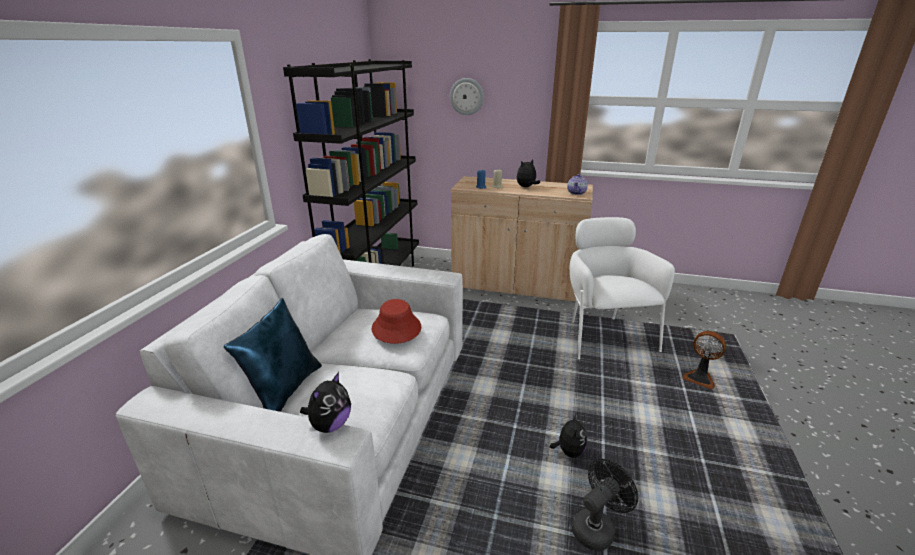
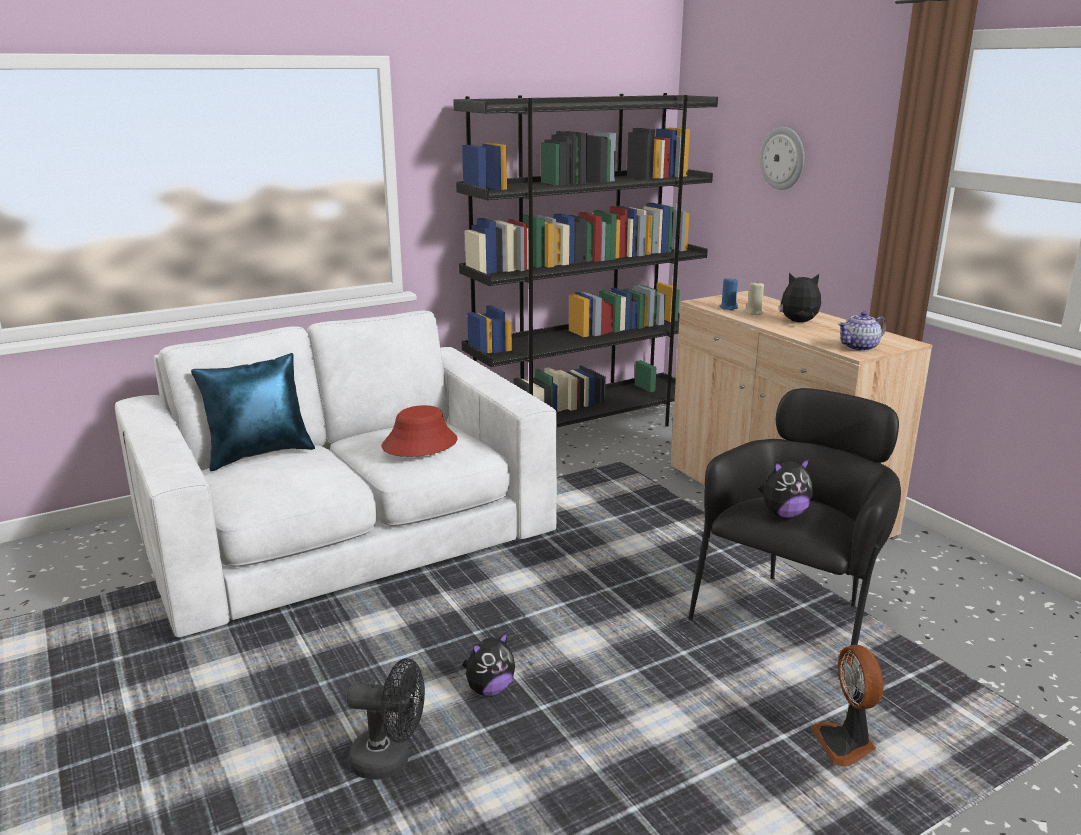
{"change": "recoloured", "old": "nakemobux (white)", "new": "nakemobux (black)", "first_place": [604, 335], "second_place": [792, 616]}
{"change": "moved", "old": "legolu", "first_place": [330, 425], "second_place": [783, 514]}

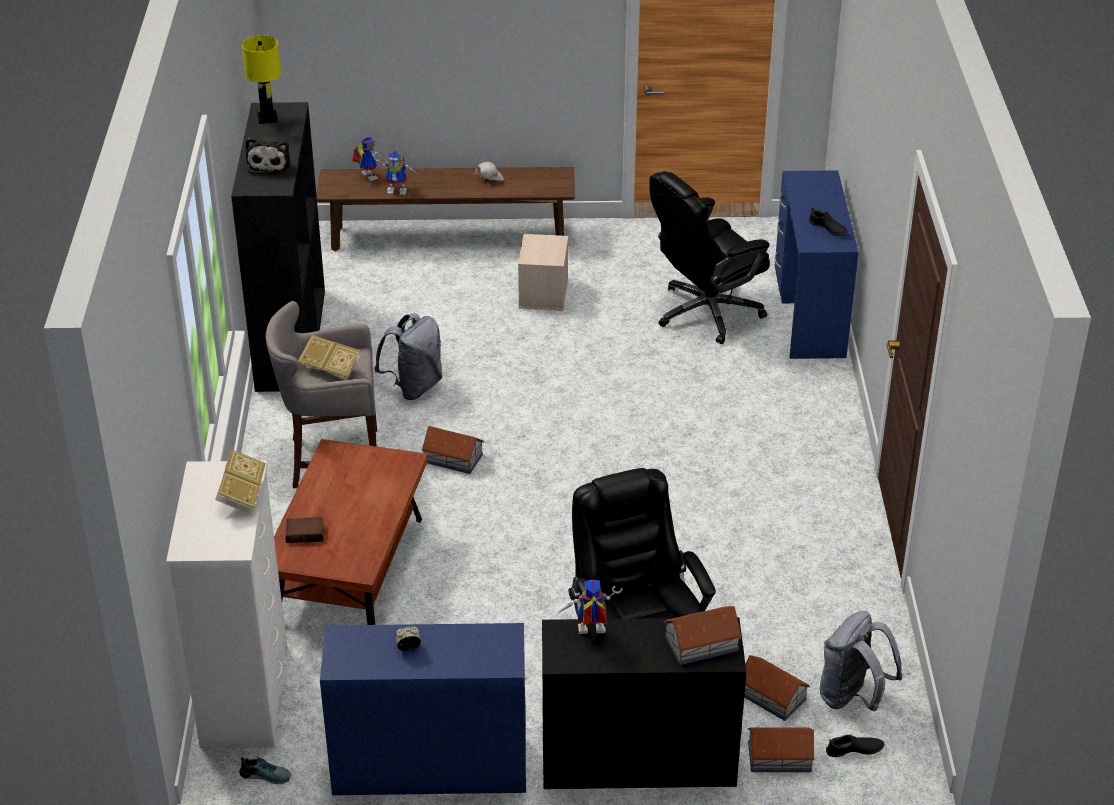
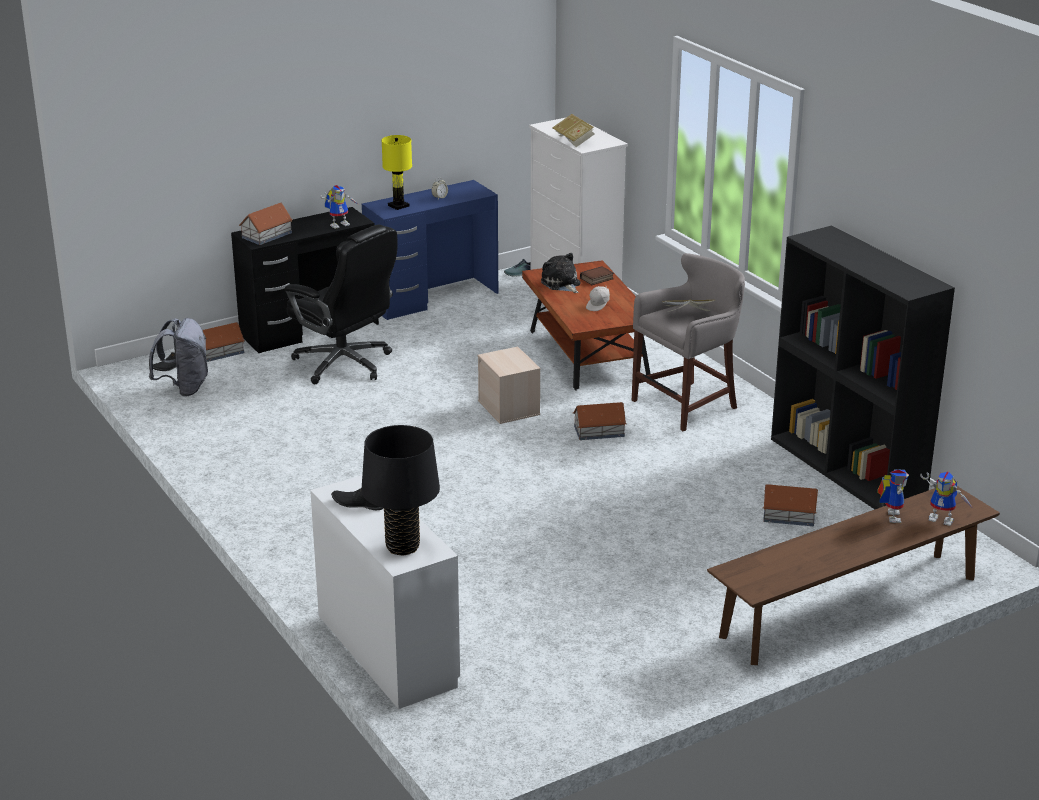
{"change": "moved", "old": "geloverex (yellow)", "first_place": [267, 118], "second_place": [398, 205]}
{"change": "moved", "old": "legolu", "first_place": [270, 164], "second_place": [561, 284]}
{"change": "turned", "old": "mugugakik", "first_place": [399, 190], "second_place": [889, 516], "degrees": 120}
{"change": "moved", "old": "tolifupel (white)", "first_place": [488, 179], "second_place": [599, 306]}
{"change": "removed", "old": "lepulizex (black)", "first_place": [706, 312]}
{"change": "recoloured", "old": "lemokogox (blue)", "new": "lemokogox (white)", "first_place": [809, 315], "second_place": [386, 650]}
{"change": "moved", "old": "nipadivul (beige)", "first_place": [542, 293], "second_place": [510, 408]}
{"change": "removed", "old": "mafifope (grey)", "first_place": [414, 387]}
{"change": "moved", "old": "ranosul", "first_place": [771, 695], "second_place": [789, 515]}
{"change": "added", "new": "geloverex (black)", "second_place": [402, 547]}

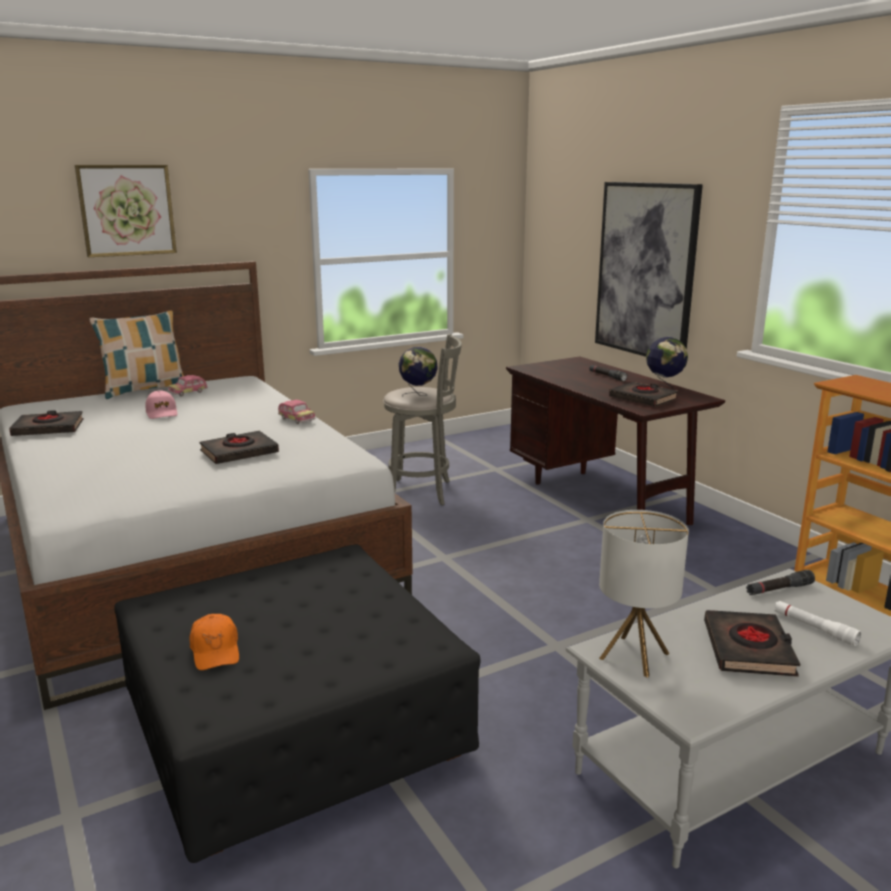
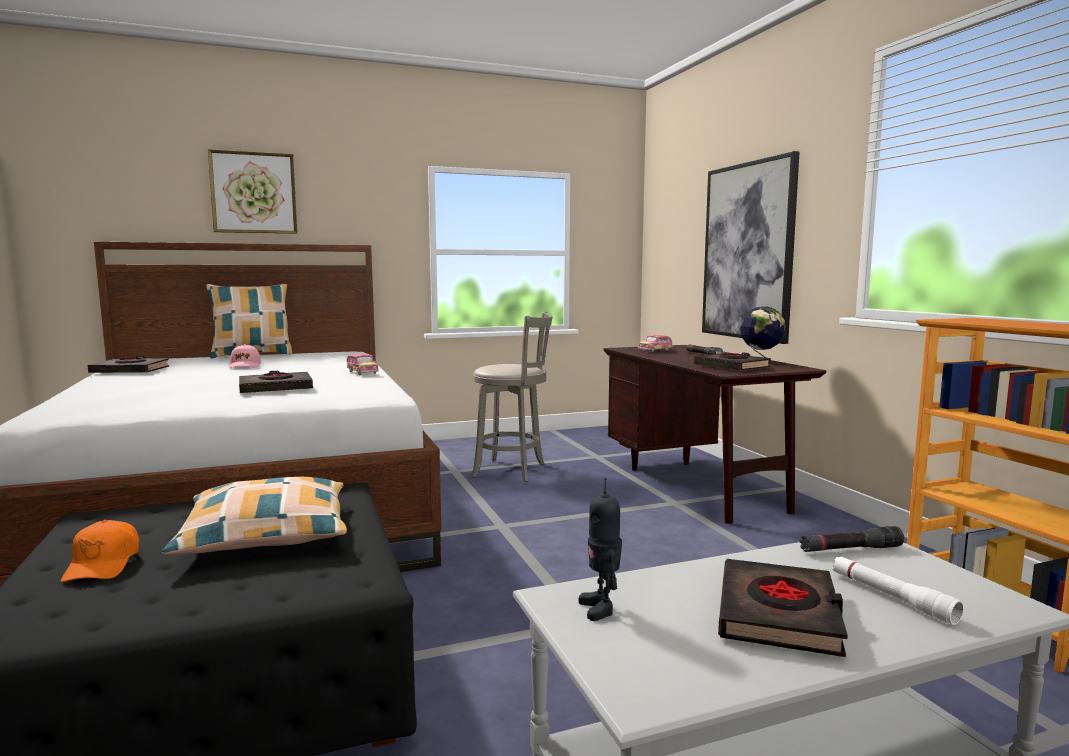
{"change": "removed", "old": "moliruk", "first_place": [418, 395]}
{"change": "moved", "old": "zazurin", "first_place": [188, 393], "second_place": [655, 350]}
{"change": "replaced", "old": "geloverex", "new": "mugugakik", "first_place": [634, 656], "second_place": [601, 608]}
{"change": "added", "new": "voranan", "second_place": [266, 534]}

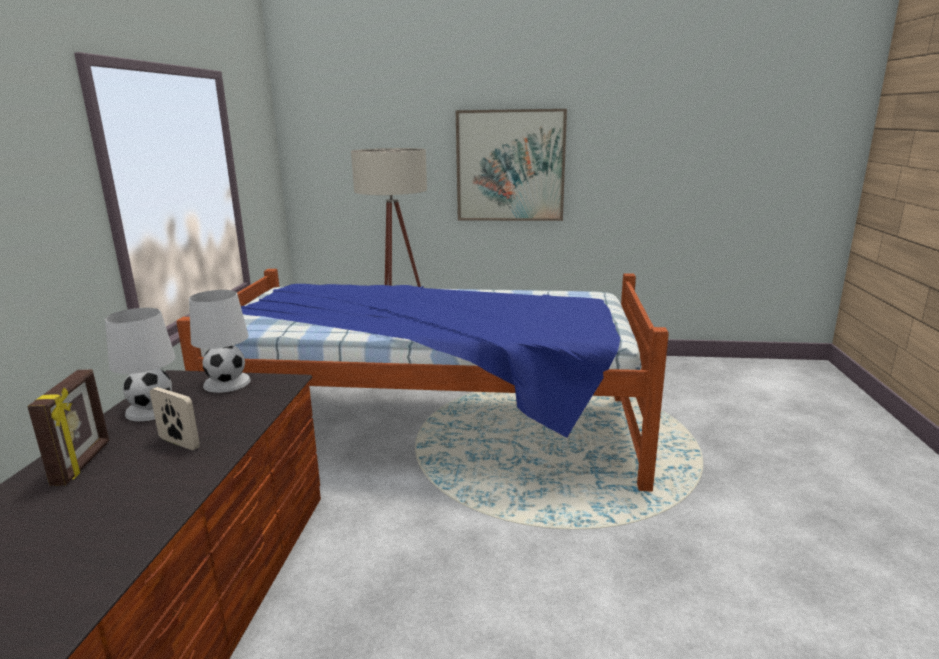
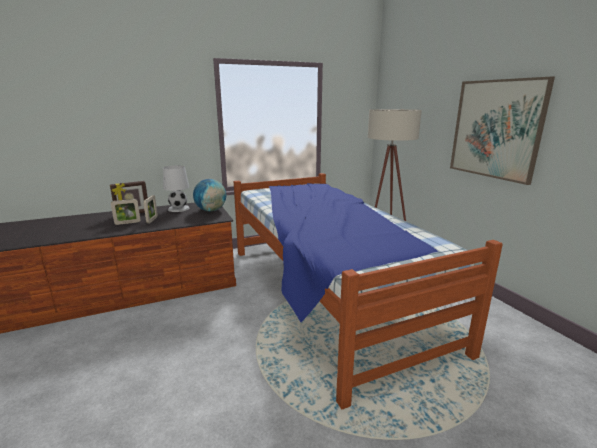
{"change": "replaced", "old": "geloverex (white)", "new": "moliruk", "first_place": [227, 383], "second_place": [211, 210]}
{"change": "added", "new": "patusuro", "second_place": [127, 223]}

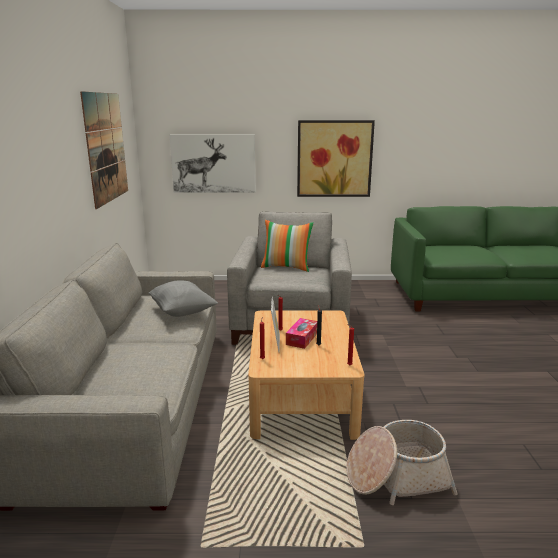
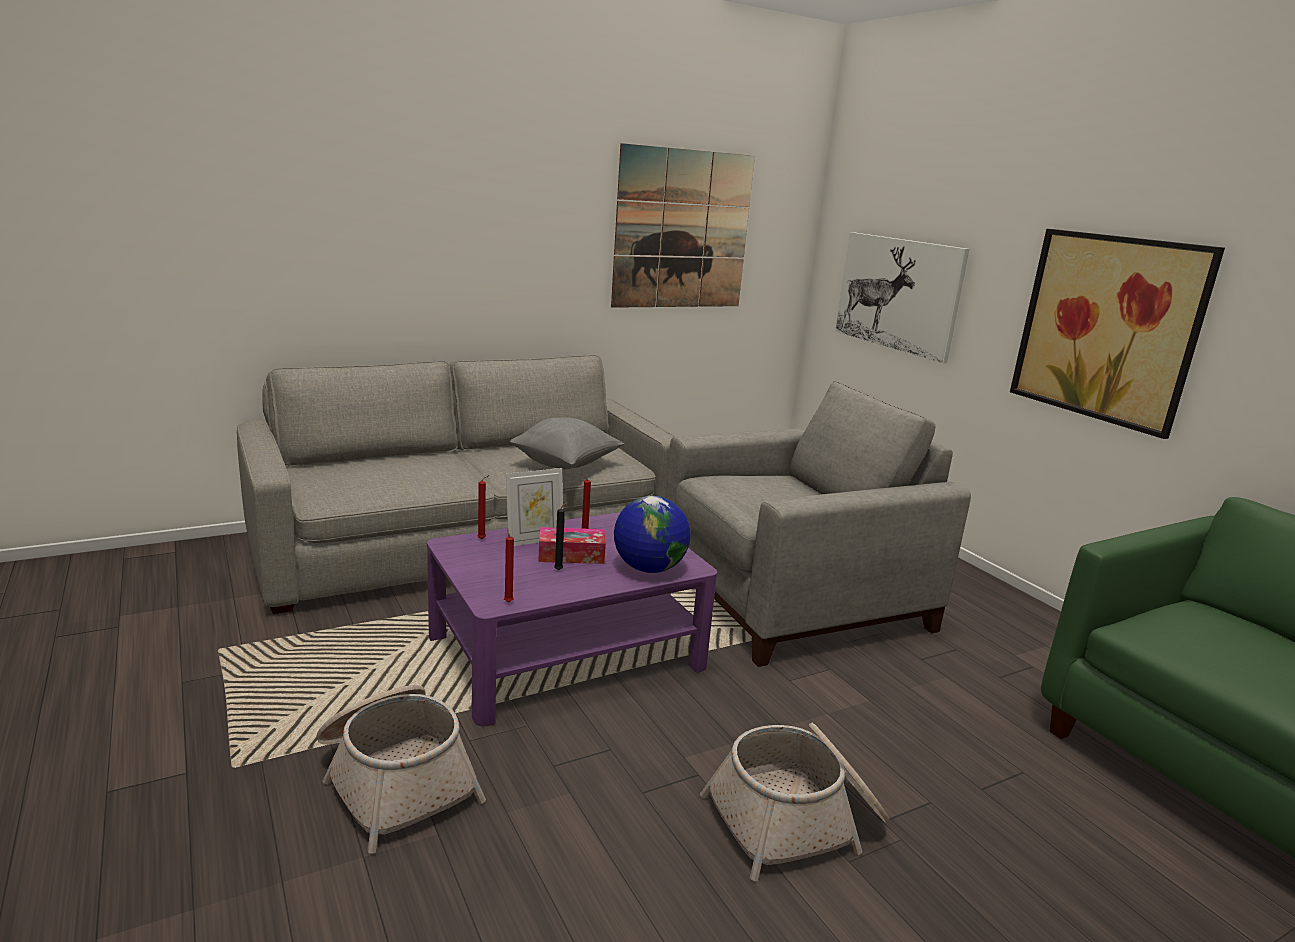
{"change": "removed", "old": "voranan", "first_place": [286, 267]}
{"change": "recoloured", "old": "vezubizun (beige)", "new": "vezubizun (purple)", "first_place": [301, 395], "second_place": [566, 651]}
{"change": "added", "new": "moliruk", "second_place": [649, 568]}
{"change": "added", "new": "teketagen", "second_place": [797, 820]}

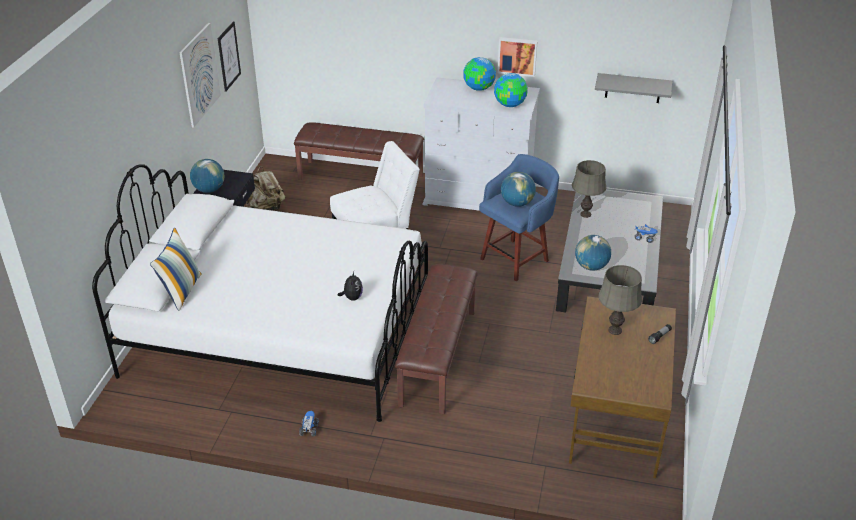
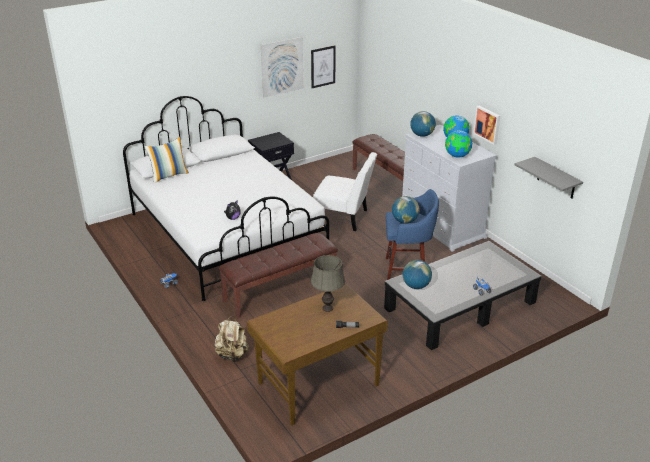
{"change": "moved", "old": "moliruk", "first_place": [209, 190], "second_place": [422, 135]}
{"change": "removed", "old": "geloverex (grey)", "first_place": [585, 214]}
{"change": "moved", "old": "mafifope (beige)", "first_place": [266, 208], "second_place": [232, 355]}

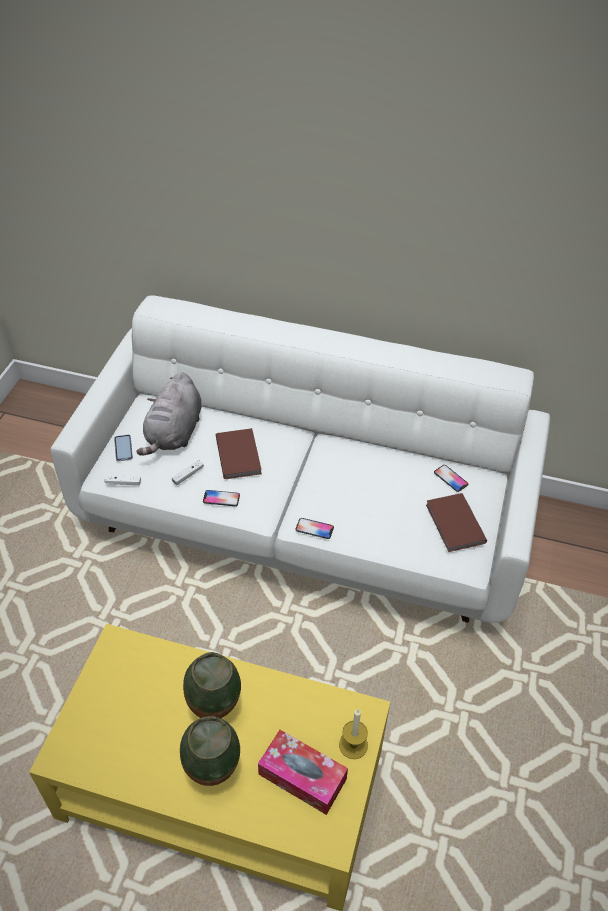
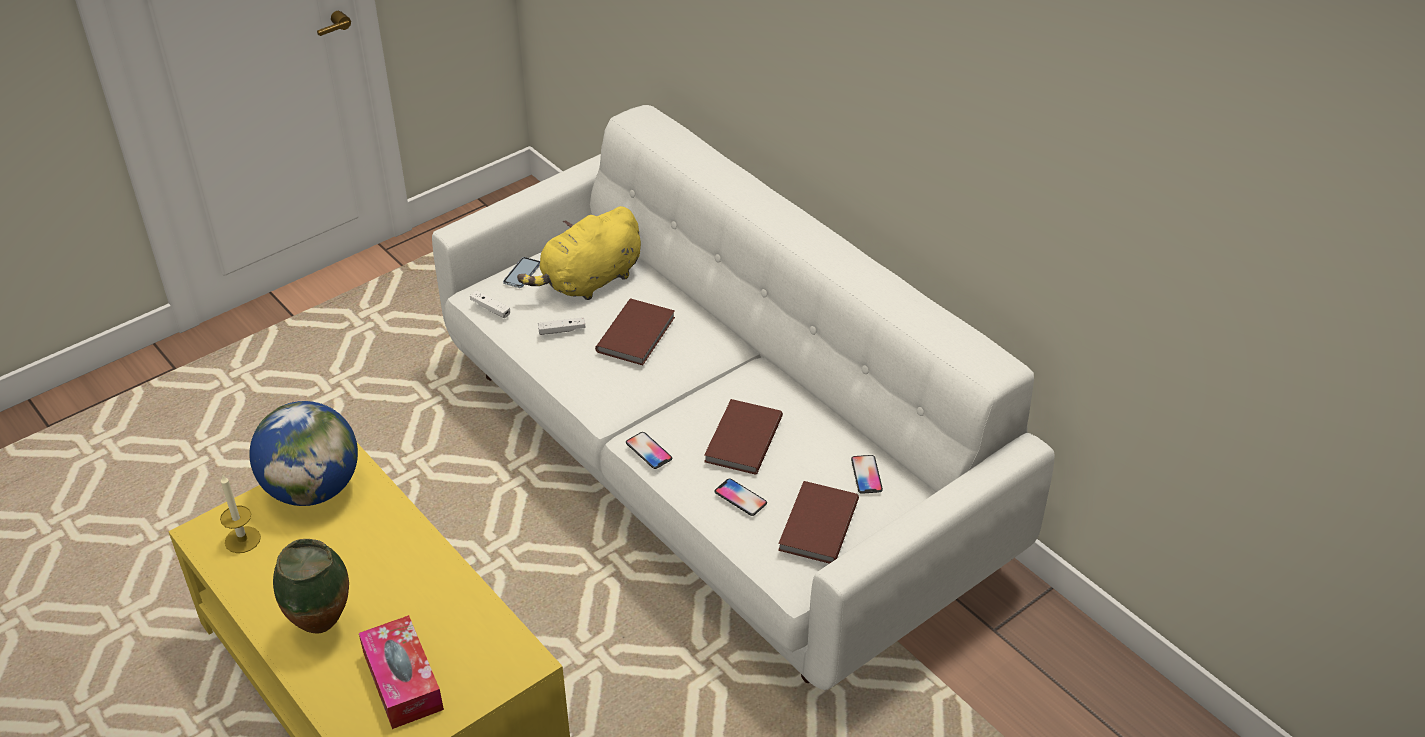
{"change": "recoloured", "old": "legolu (grey)", "new": "legolu (yellow)", "first_place": [174, 434], "second_place": [589, 281]}
{"change": "moved", "old": "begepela", "first_place": [221, 498], "second_place": [740, 498]}
{"change": "removed", "old": "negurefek", "first_place": [215, 710]}
{"change": "moved", "old": "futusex", "first_place": [353, 745], "second_place": [242, 539]}
{"change": "added", "new": "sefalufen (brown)", "second_place": [741, 440]}
{"change": "added", "new": "moliruk", "second_place": [312, 489]}

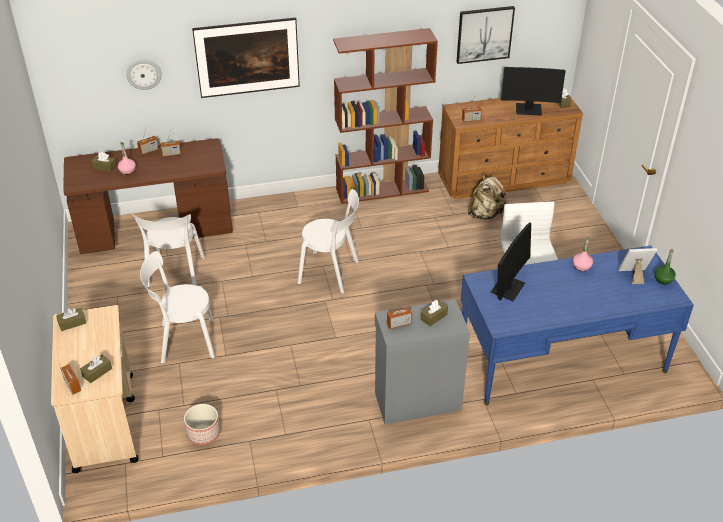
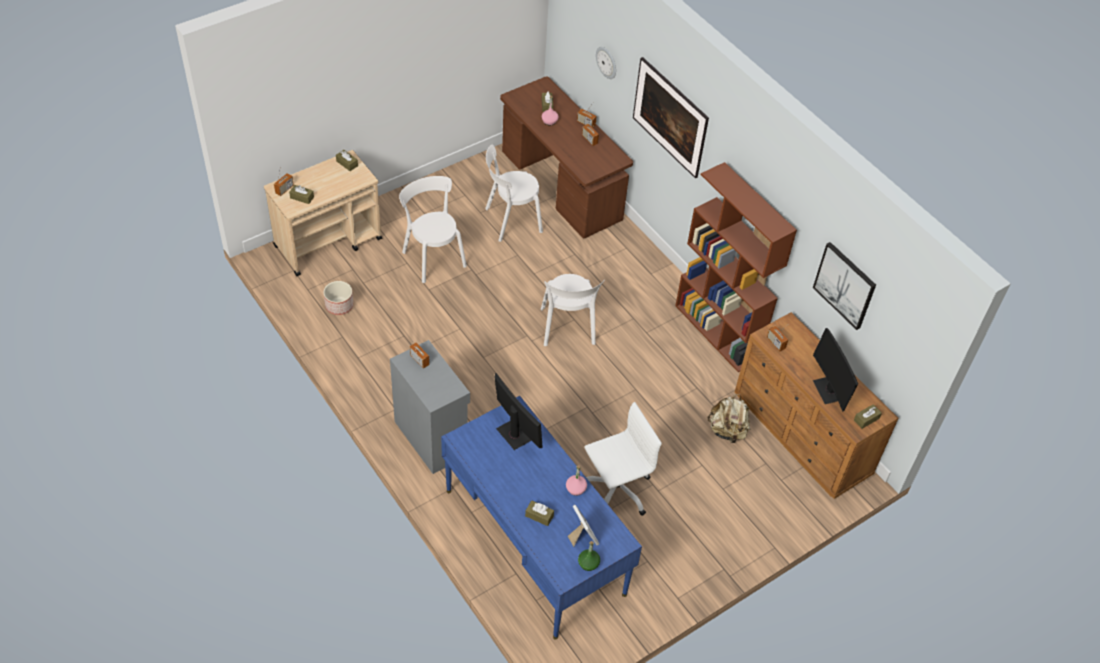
{"change": "turned", "old": "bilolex", "first_place": [508, 288], "second_place": [515, 434], "degrees": -135}
{"change": "moved", "old": "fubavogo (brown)", "first_place": [434, 317], "second_place": [539, 516]}

